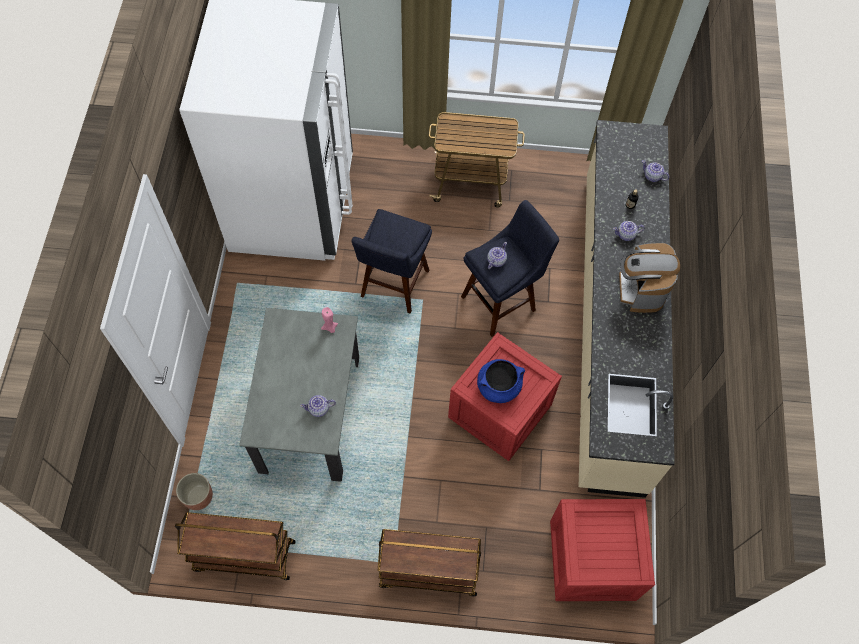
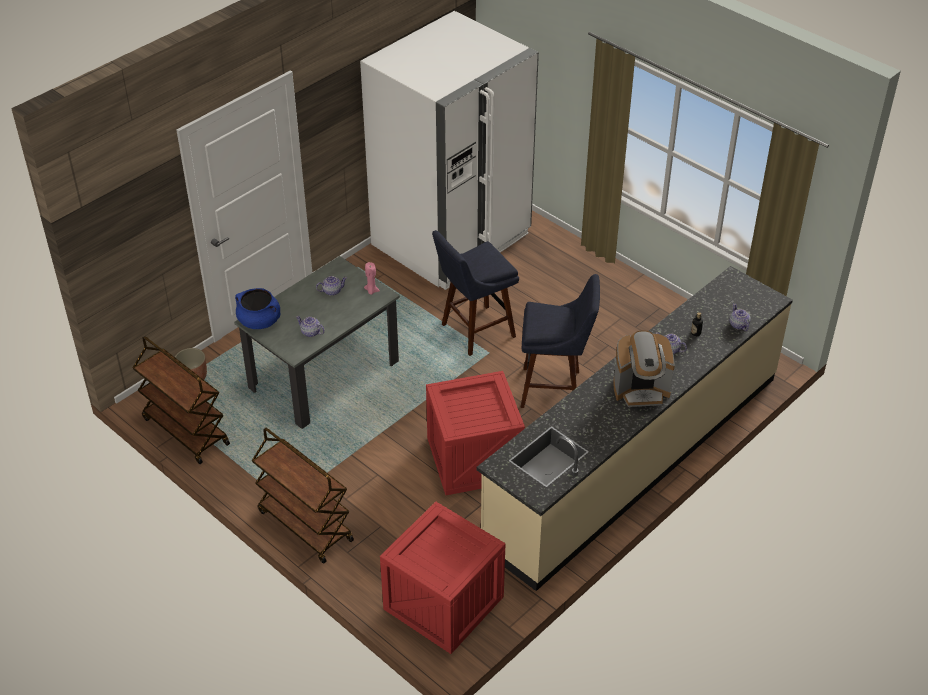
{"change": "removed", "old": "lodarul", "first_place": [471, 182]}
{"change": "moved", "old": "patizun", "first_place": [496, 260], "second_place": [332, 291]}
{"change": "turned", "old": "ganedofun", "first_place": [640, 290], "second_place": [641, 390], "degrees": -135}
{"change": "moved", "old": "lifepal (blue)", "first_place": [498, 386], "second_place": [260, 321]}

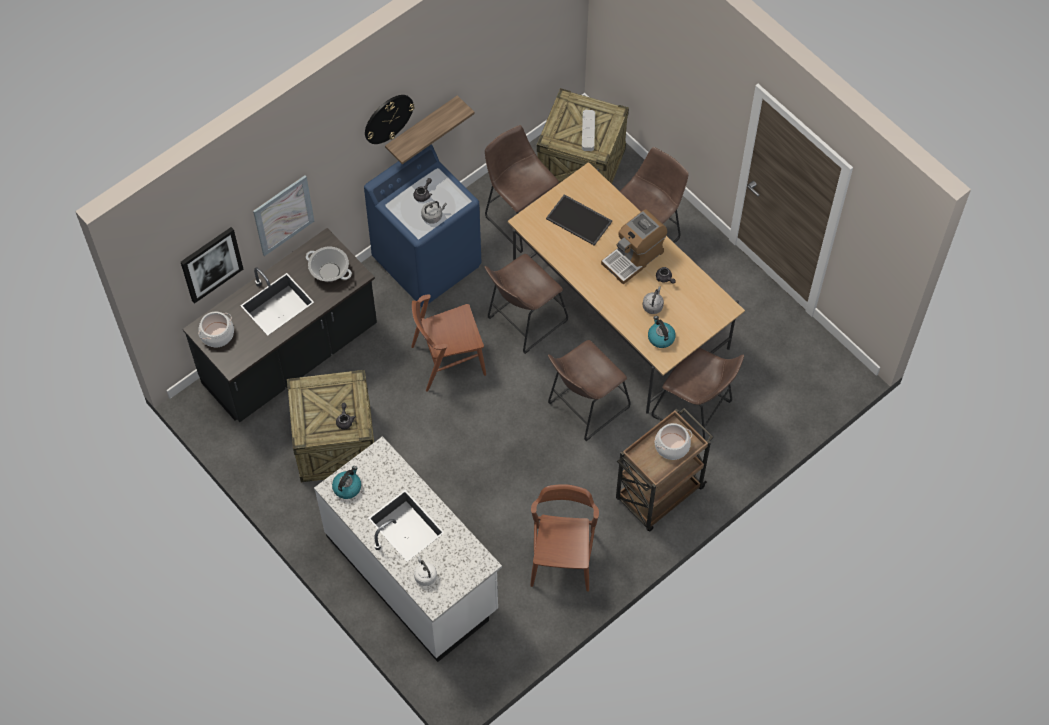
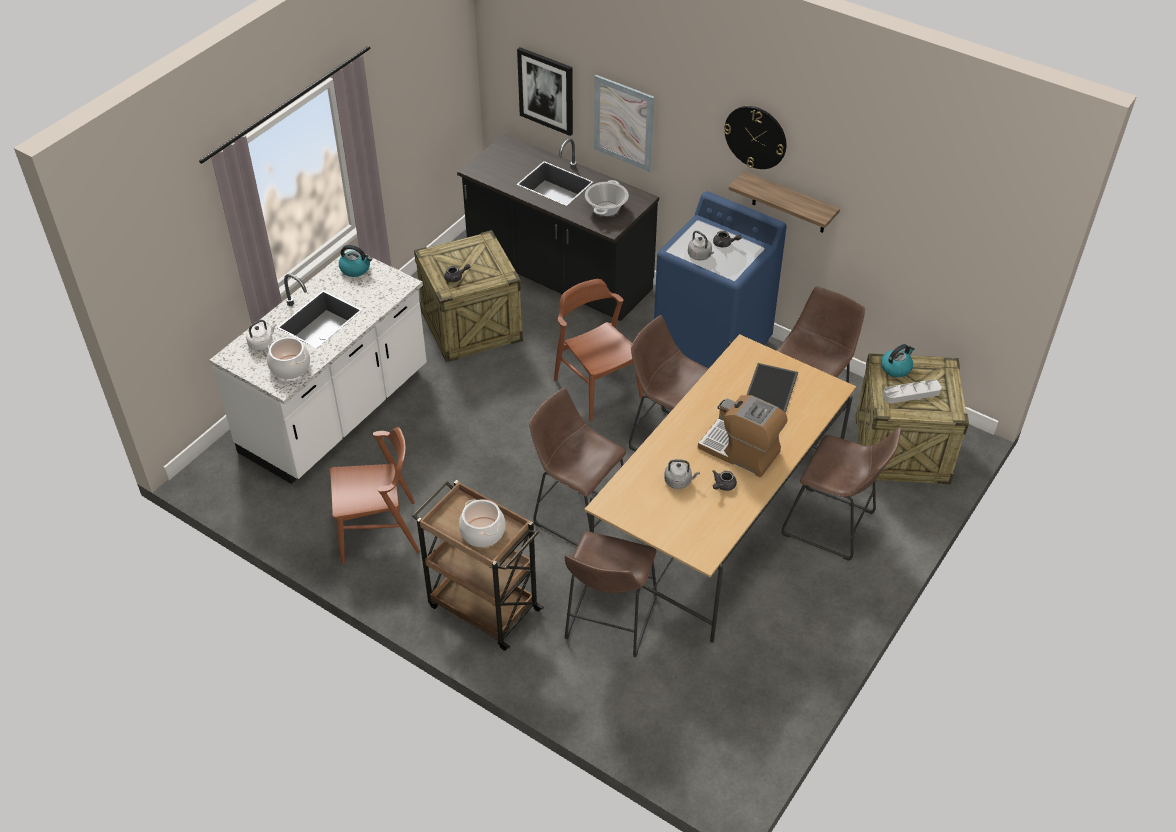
{"change": "moved", "old": "lifepal", "first_place": [217, 334], "second_place": [290, 367]}
{"change": "moved", "old": "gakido", "first_place": [660, 337], "second_place": [896, 368]}

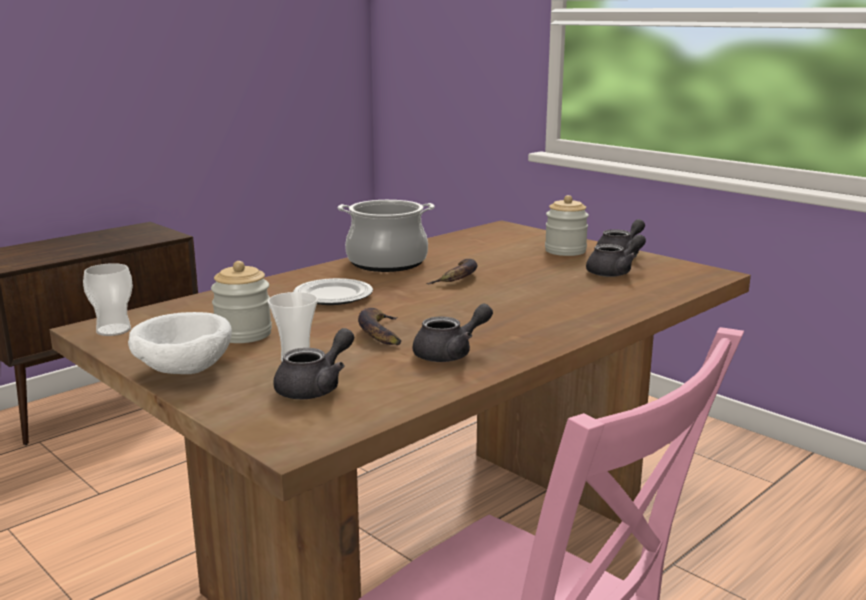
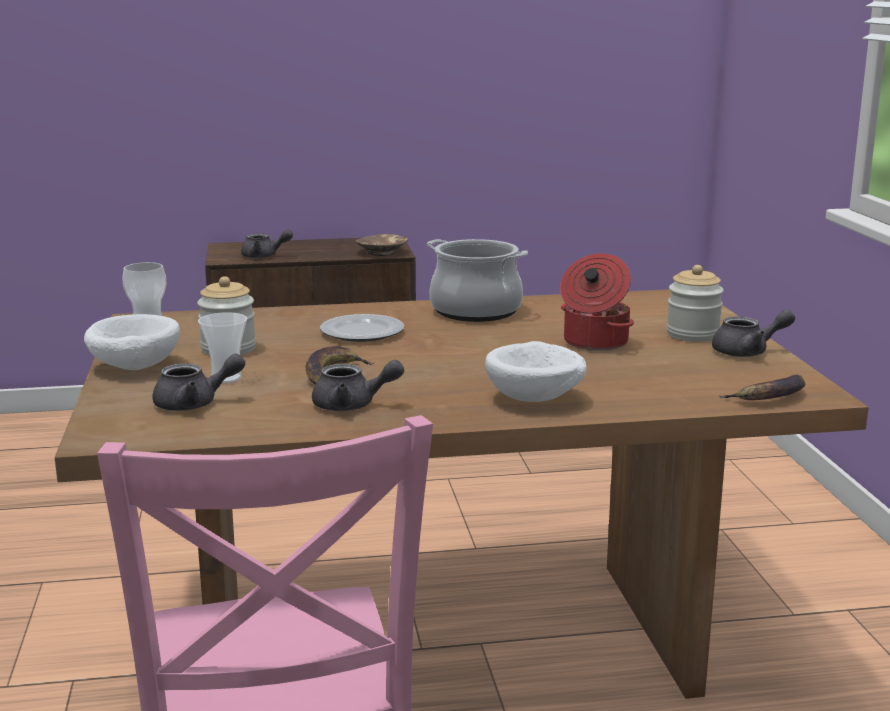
{"change": "moved", "old": "patizun (grey)", "first_place": [614, 272], "second_place": [264, 256]}
{"change": "moved", "old": "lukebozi", "first_place": [457, 277], "second_place": [770, 397]}
{"change": "added", "new": "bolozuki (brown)", "second_place": [382, 252]}
{"change": "added", "new": "lifepal", "second_place": [594, 343]}
{"change": "added", "new": "bolozuki (white)", "second_place": [537, 400]}

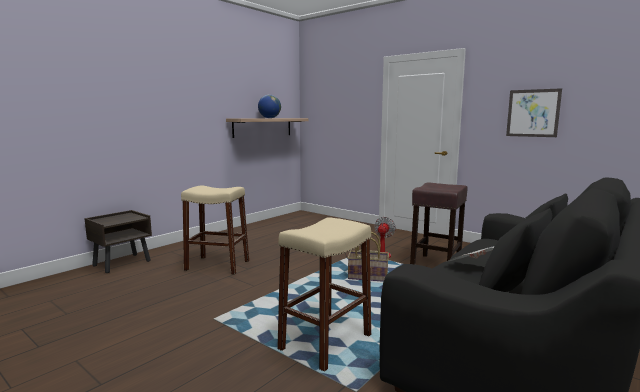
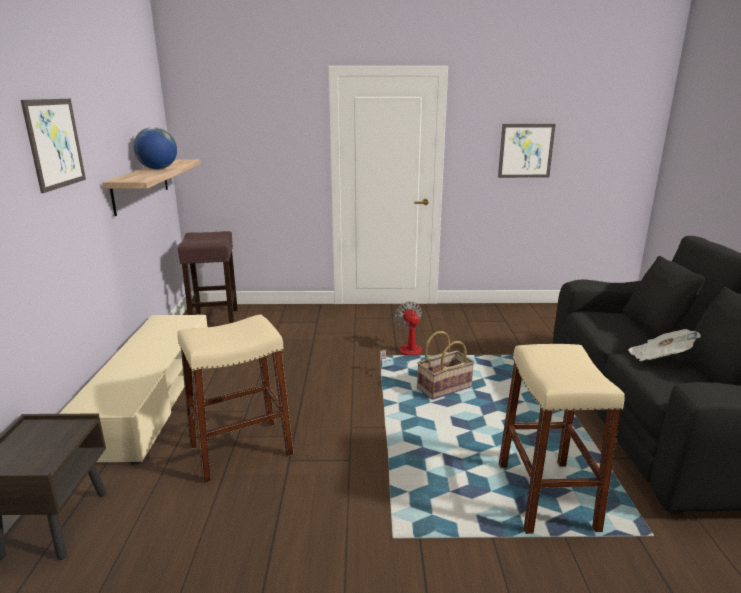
{"change": "moved", "old": "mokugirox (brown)", "first_place": [436, 264], "second_place": [214, 319]}
{"change": "added", "new": "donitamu", "second_place": [55, 143]}
{"change": "added", "new": "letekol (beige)", "second_place": [151, 397]}

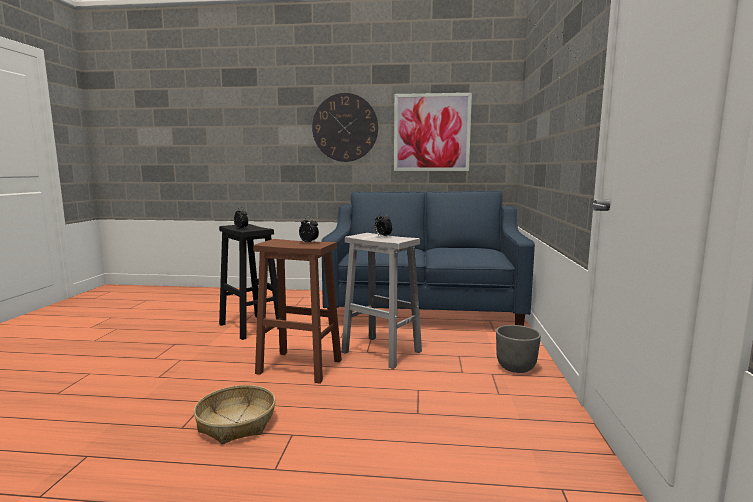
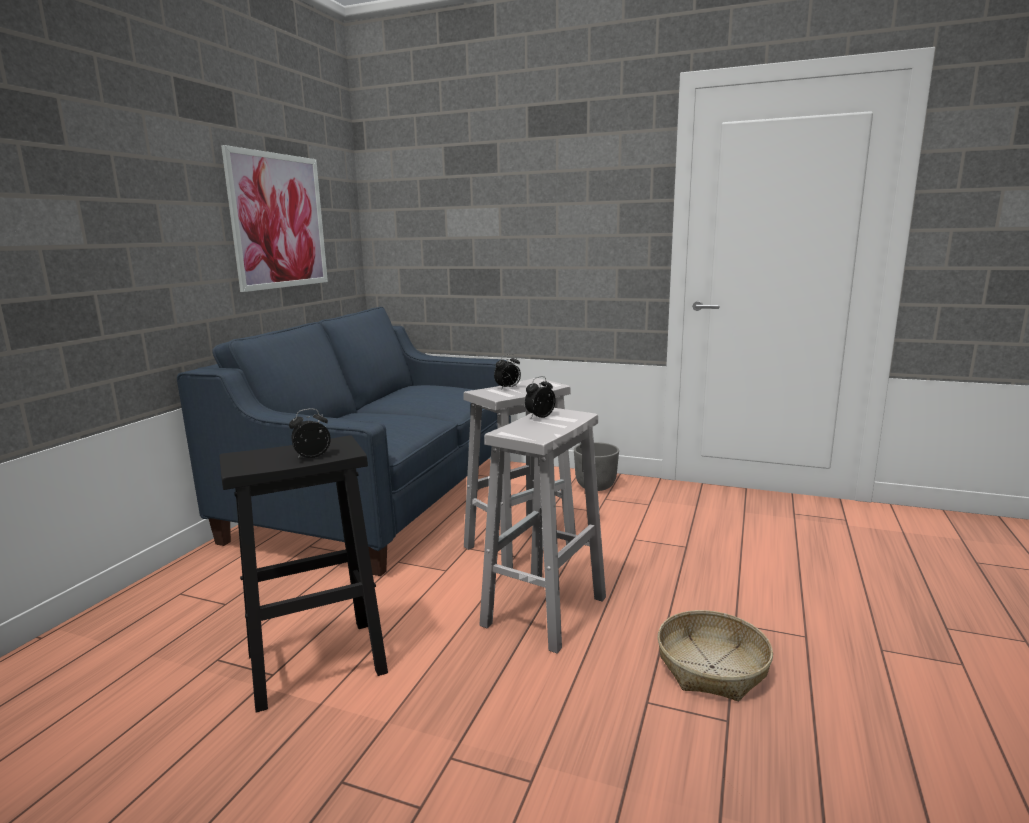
{"change": "removed", "old": "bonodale", "first_place": [345, 127]}
{"change": "recoloured", "old": "mokugirox (brown)", "new": "mokugirox (white)", "first_place": [298, 366], "second_place": [544, 612]}

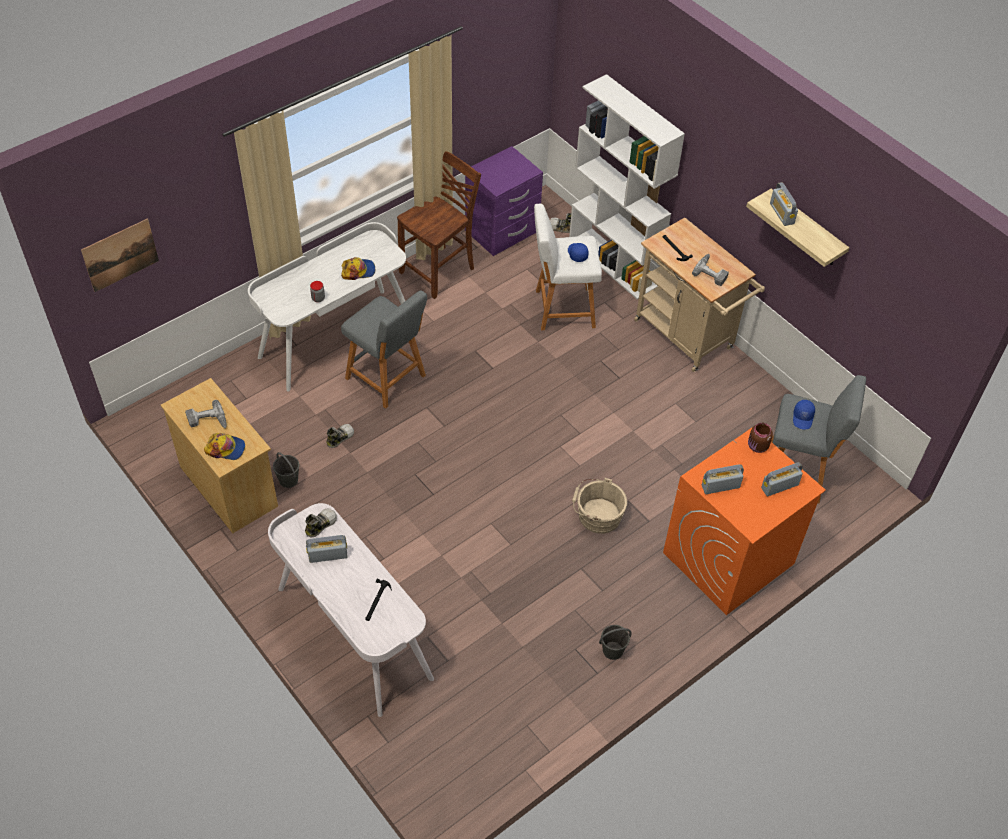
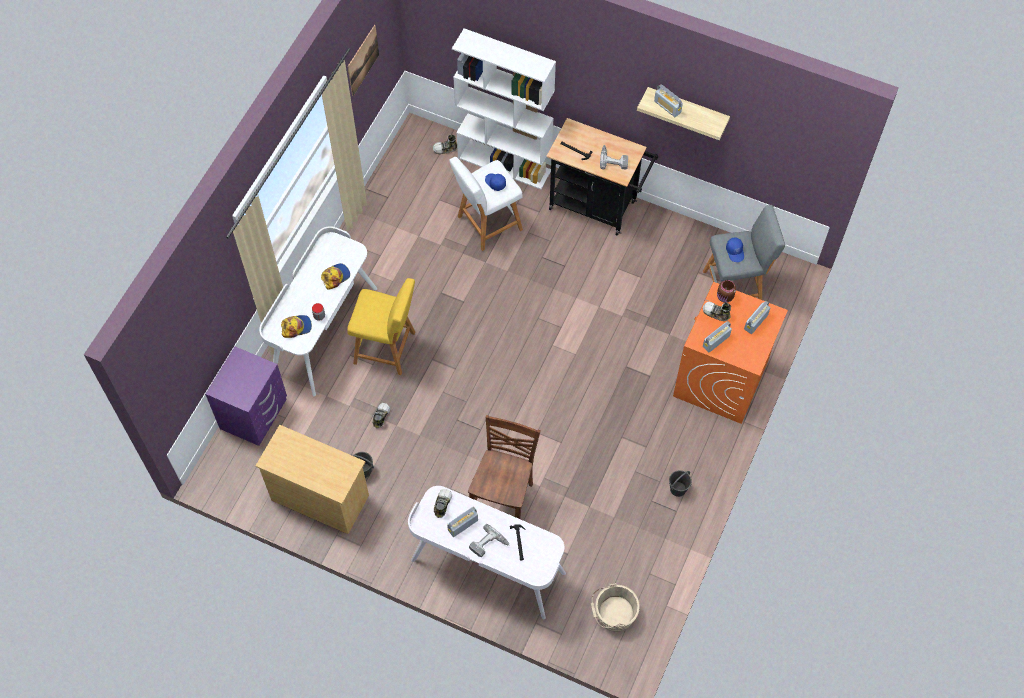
{"change": "moved", "old": "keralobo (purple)", "first_place": [502, 232], "second_place": [254, 414]}
{"change": "moved", "old": "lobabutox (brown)", "first_place": [439, 271], "second_place": [504, 502]}
{"change": "moved", "old": "donitamu", "first_place": [120, 255], "second_place": [363, 60]}
{"change": "recoloured", "old": "lodarul (beige)", "new": "lodarul (black)", "first_place": [688, 338], "second_place": [598, 207]}
{"change": "recoloured", "old": "mokugirox (grey)", "new": "mokugirox (yellow)", "first_place": [388, 379], "second_place": [388, 349]}
{"change": "moved", "old": "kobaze", "first_place": [207, 421], "second_place": [489, 545]}
{"change": "moved", "old": "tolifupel", "first_place": [226, 448], "second_place": [296, 327]}
{"change": "moved", "old": "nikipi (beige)", "first_place": [597, 515], "second_place": [613, 613]}
{"change": "added", "new": "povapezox", "second_place": [716, 313]}

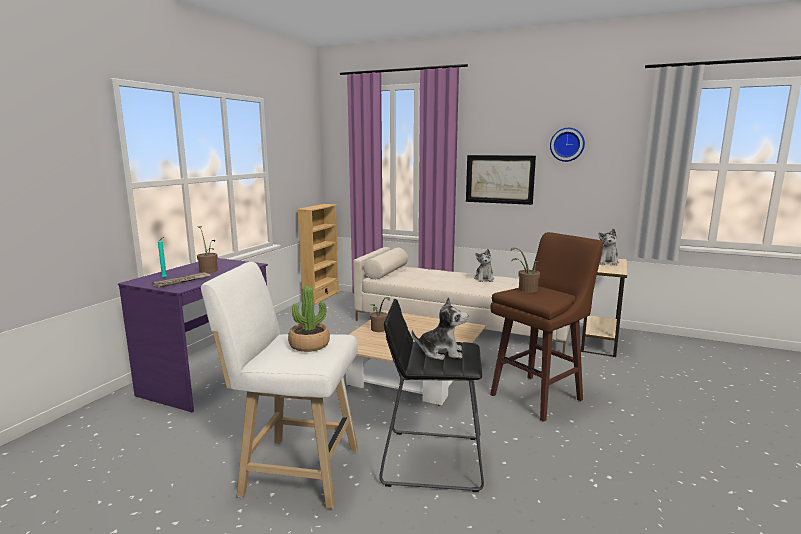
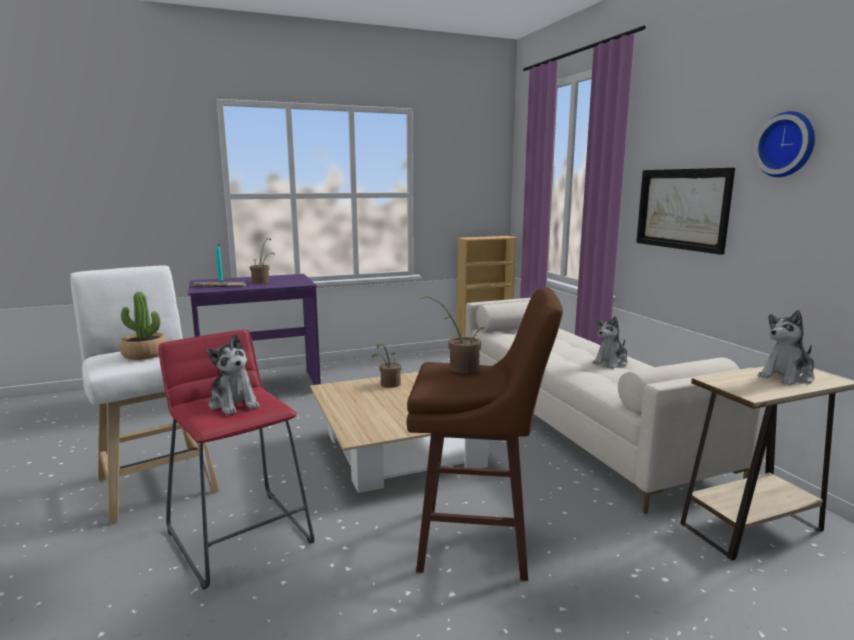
{"change": "recoloured", "old": "mokugirox (black)", "new": "mokugirox (red)", "first_place": [432, 460], "second_place": [240, 536]}

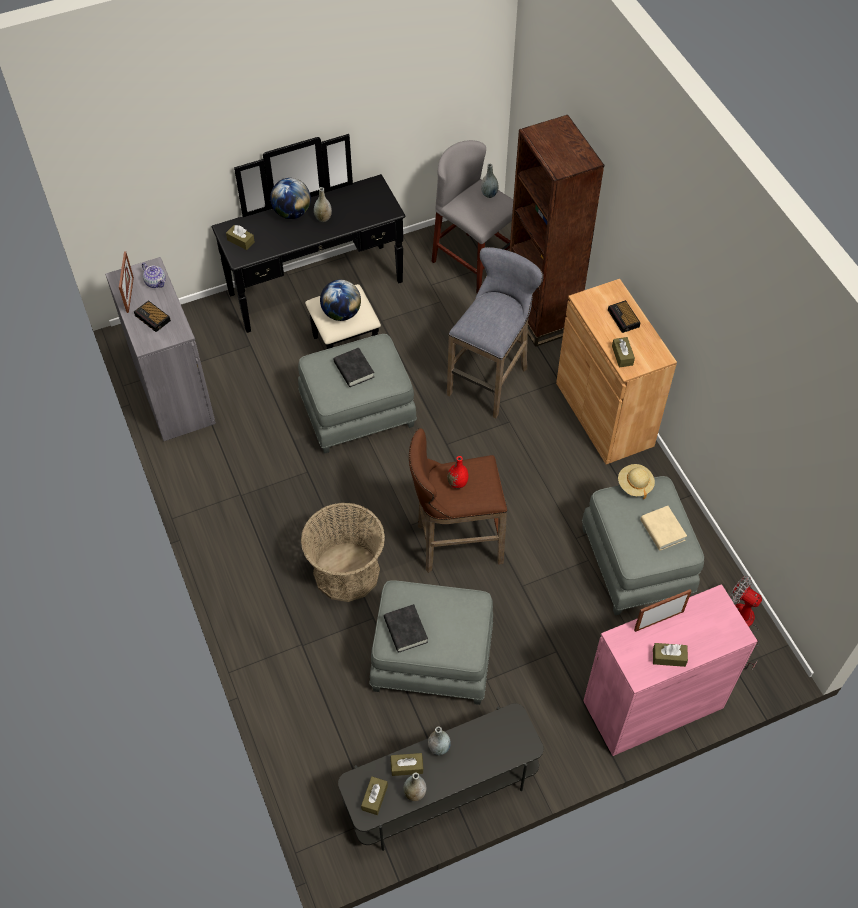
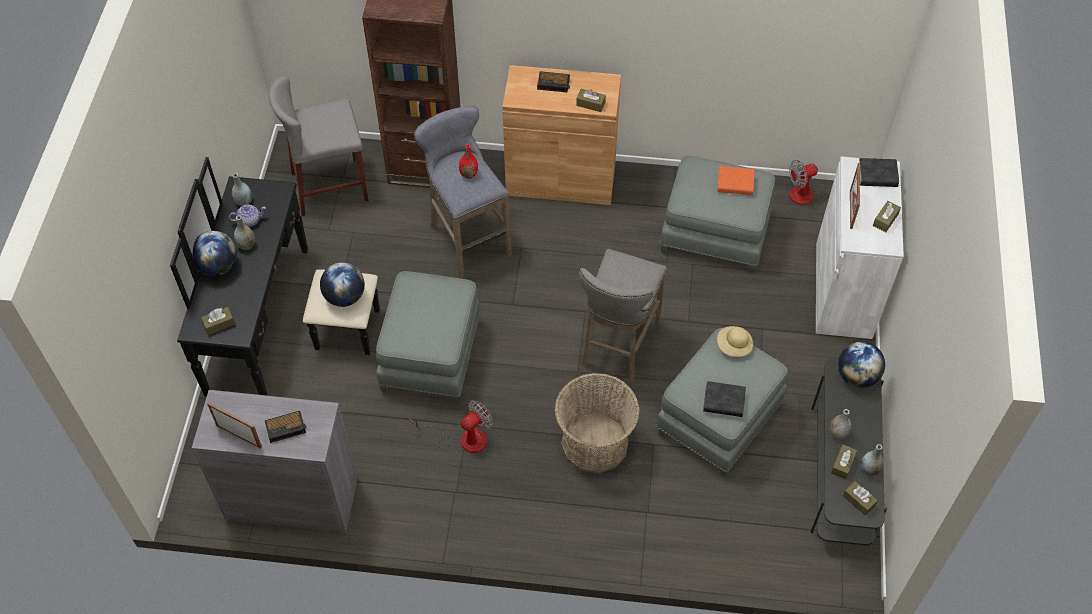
{"change": "moved", "old": "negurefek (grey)", "first_place": [489, 194], "second_place": [244, 202]}
{"change": "moved", "old": "patizun", "first_place": [156, 282], "second_place": [250, 220]}
{"change": "moved", "old": "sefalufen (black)", "first_place": [354, 370], "second_place": [877, 175]}
{"change": "recoloured", "old": "mokugirox (brown)", "new": "mokugirox (grey)", "first_place": [455, 544], "second_place": [618, 348]}
{"change": "moved", "old": "negurefek (red)", "first_place": [457, 483], "second_place": [469, 174]}
{"change": "moved", "old": "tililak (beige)", "first_place": [635, 485], "second_place": [733, 346]}
{"change": "recoloured", "old": "sefalufen (beige)", "new": "sefalufen (orange)", "first_place": [662, 530], "second_place": [735, 183]}
{"change": "recoloured", "old": "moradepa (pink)", "new": "moradepa (white)", "first_place": [653, 704], "second_place": [843, 290]}
{"change": "added", "new": "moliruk", "second_place": [857, 376]}
{"change": "added", "new": "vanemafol", "second_place": [463, 439]}

